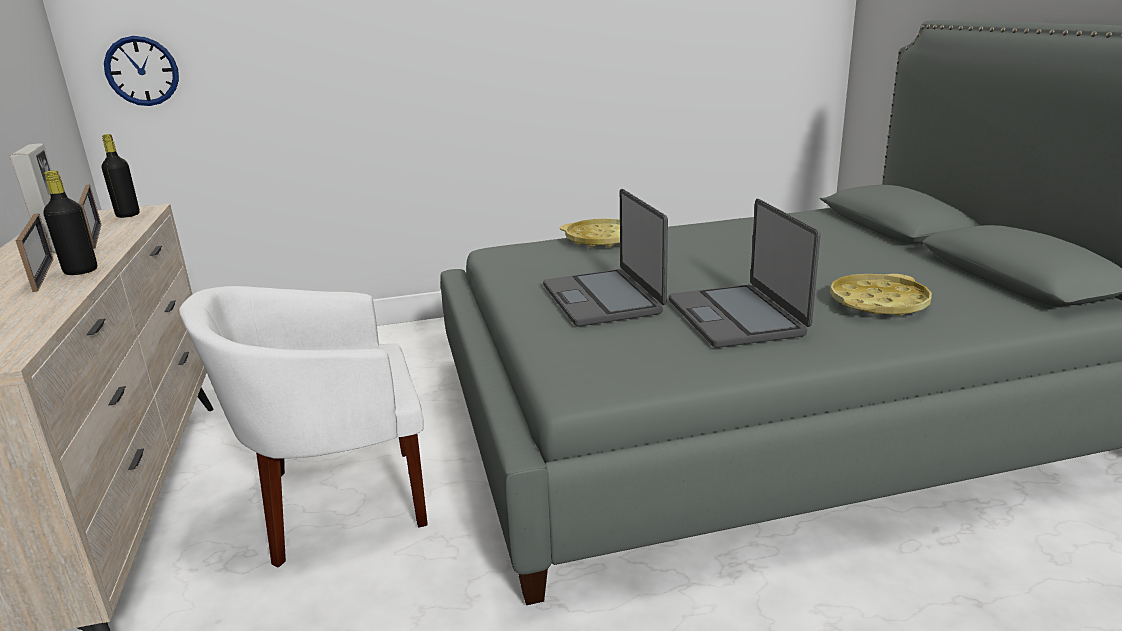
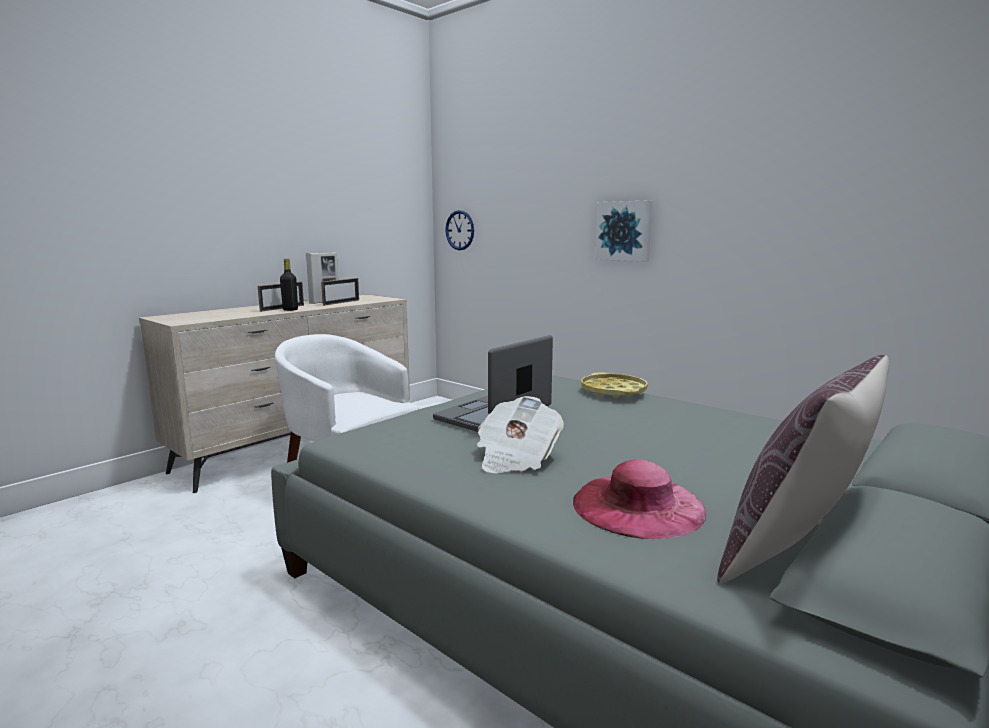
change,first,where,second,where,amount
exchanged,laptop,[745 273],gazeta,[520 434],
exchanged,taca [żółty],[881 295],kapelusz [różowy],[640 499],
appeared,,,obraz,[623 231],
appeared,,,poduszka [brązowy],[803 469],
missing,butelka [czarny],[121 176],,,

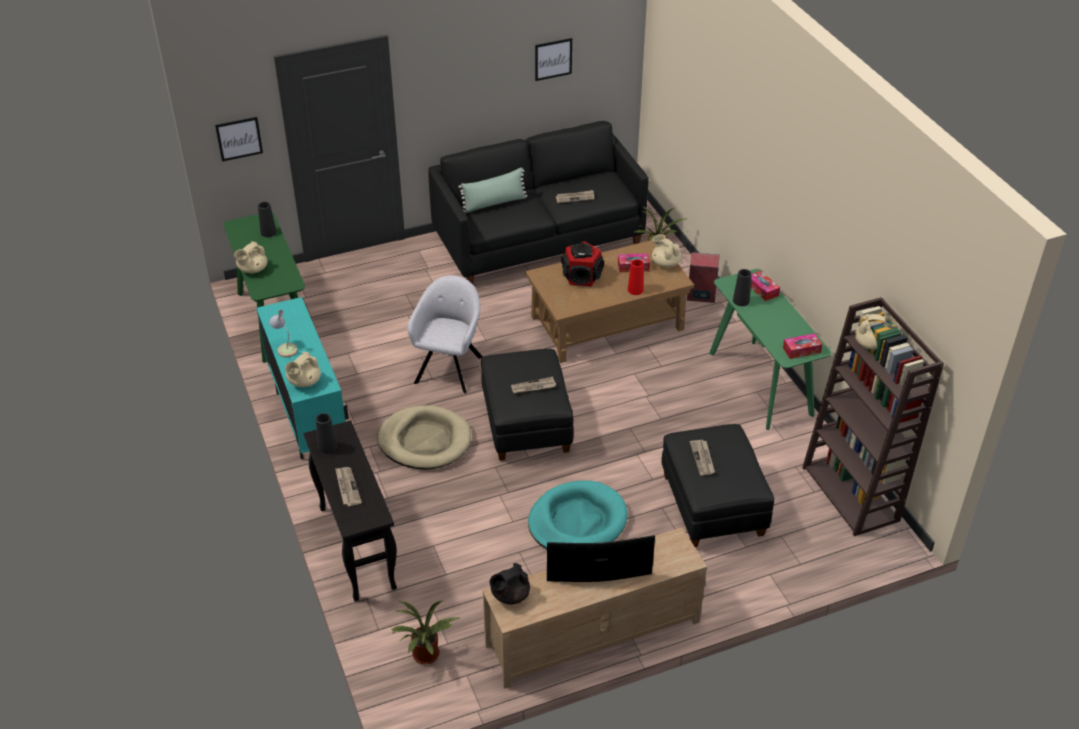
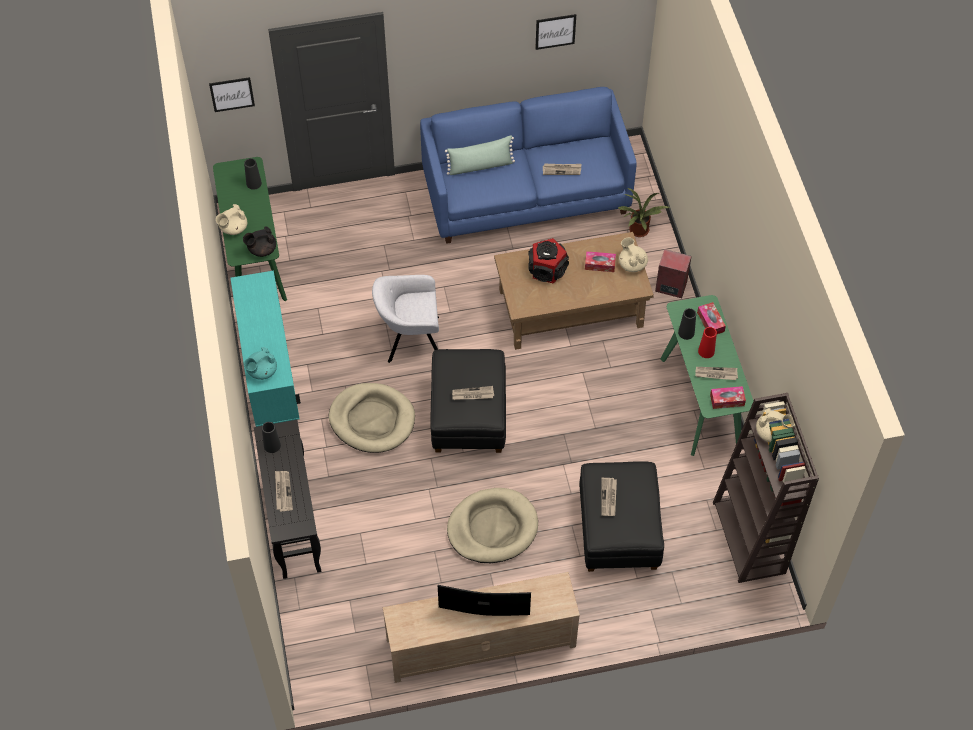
change,first,where,second,where,amount
relocated,imbryk [czarny],[509 584],,[259 241],
colour,imbryk [beżowy],[303 369],imbryk [turkusowy],[260 363],
spun,fotel [szary],[445 334],,[405 319],120 degrees counterclockwise
colour,kanapa [czarny],[538 203],kanapa [niebieski],[528 165],
colour,legowisko [turkusowy],[578 515],legowisko [beżowy],[492 525],
appeared,,,gazeta,[716 373],
relocated,wazon [czerwony],[636 277],,[707 342],
missing,lampa stołowa,[283 333],,,
missing,roślina doniczkowa,[424 632],,,

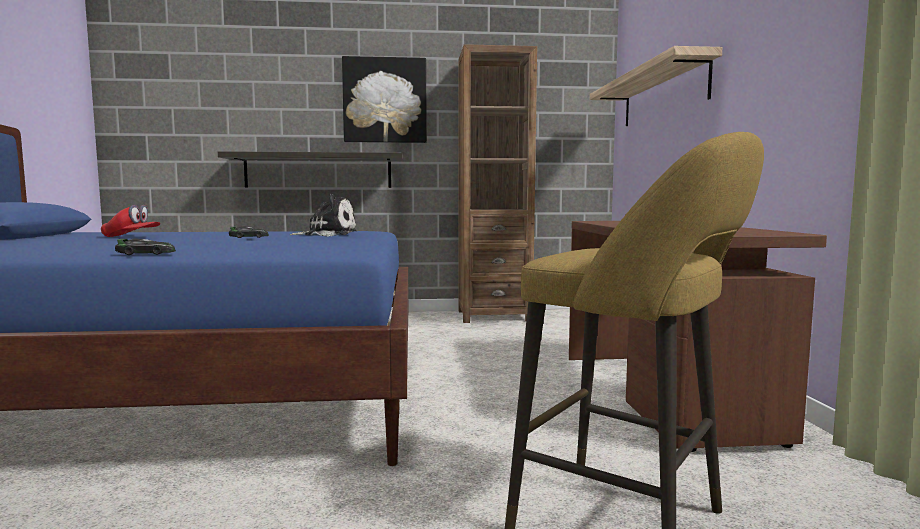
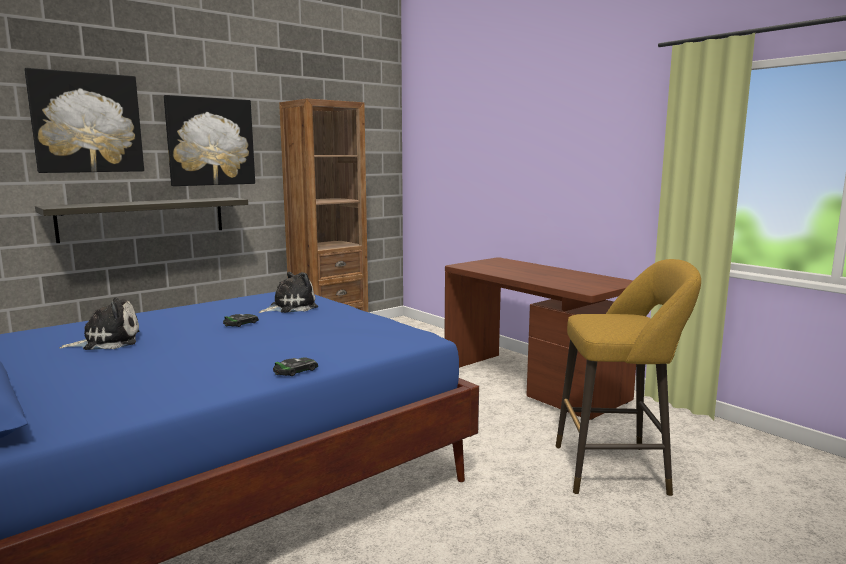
change,first,where,second,where,amount
appeared,,,obraz,[84 120],
exchanged,czapka z daszkiem [czerwony],[130 221],pluszak,[99 323],
missing,półka,[656 86],,,

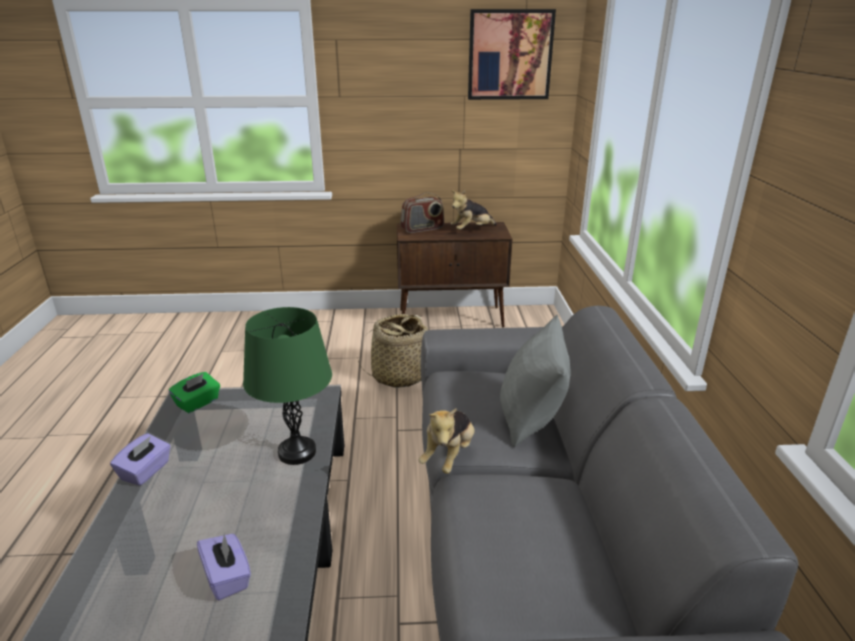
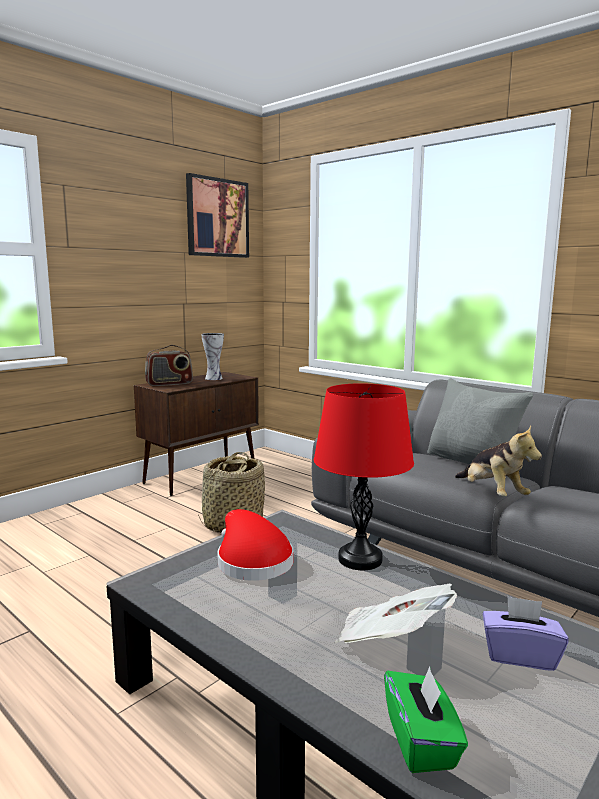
change,first,where,second,where,amount
spun,radio,[422 212],,[169 365],45 degrees clockwise
exchanged,pluszak,[474 210],wazon,[213 356],
appeared,,,kapelusz [czerwony],[255 545],
colour,lampa stołowa [zielony],[287 386],lampa stołowa [czerwony],[364 476],
appeared,,,gazeta,[395 613],
relocated,pudełko chusteczek [zielony],[194 392],,[426 719],
missing,pudełko chusteczek [fioletowy],[140 459],,,

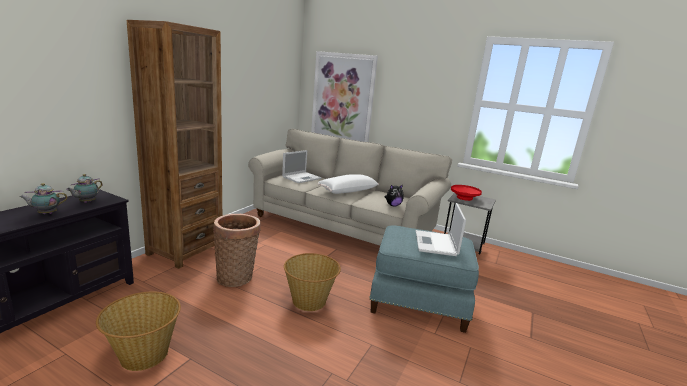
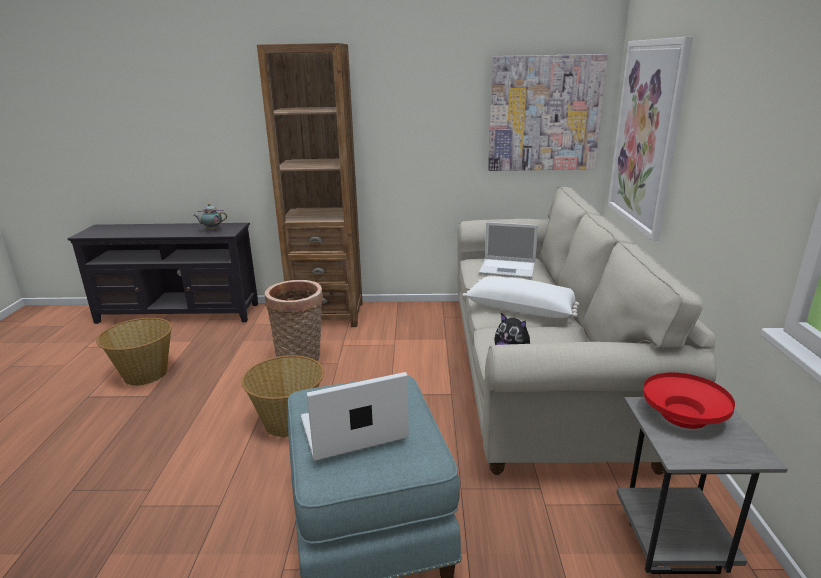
change,first,where,second,where,amount
appeared,,,obraz,[548 112],
missing,imbryk,[44 198],,,

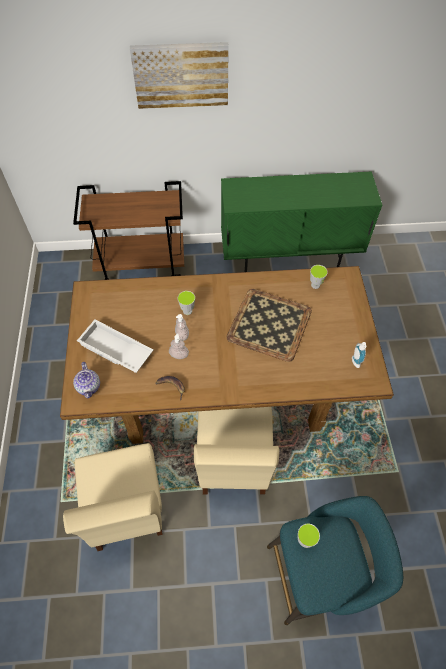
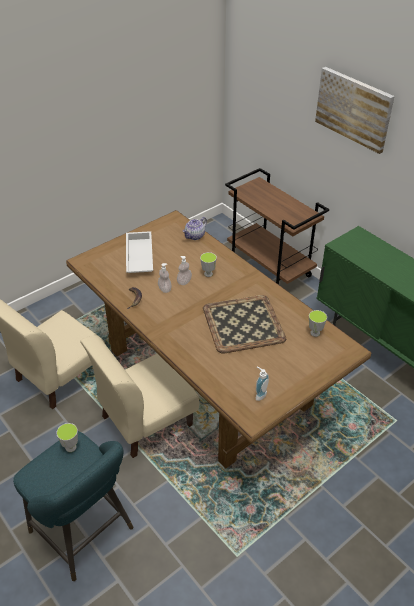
change,first,where,second,where,amount
relocated,imbryk,[86 380],,[194 228],

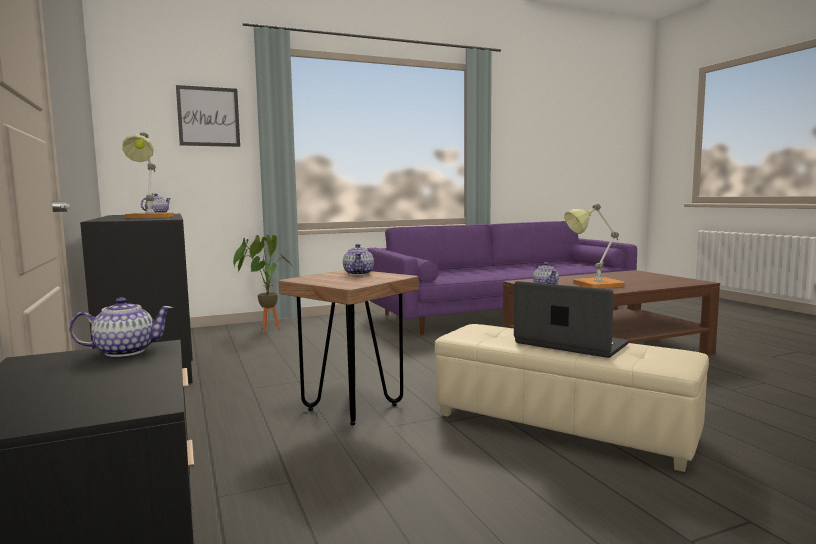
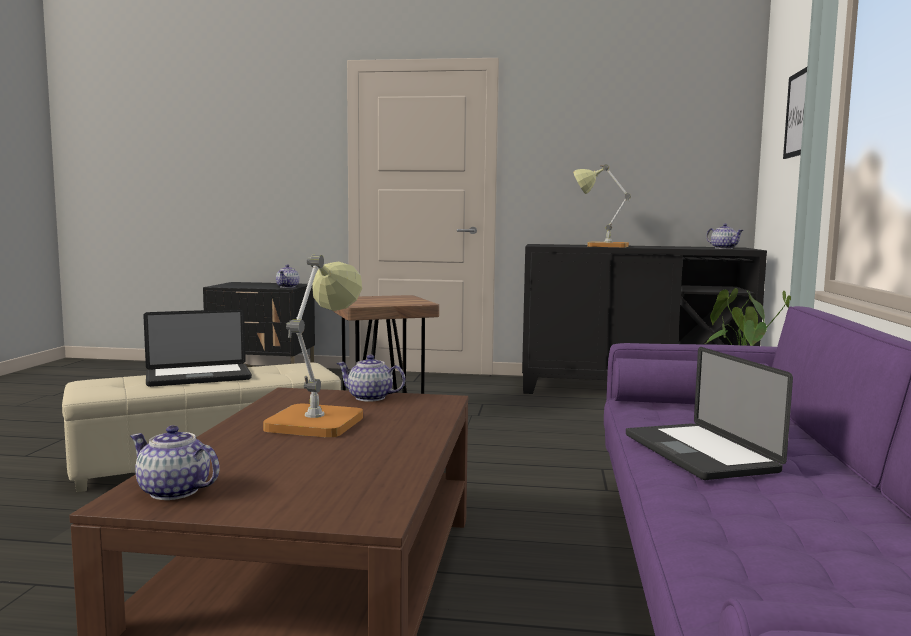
change,first,where,second,where,amount
relocated,imbryk,[358 259],,[175 463],
appeared,,,laptop,[709 413],

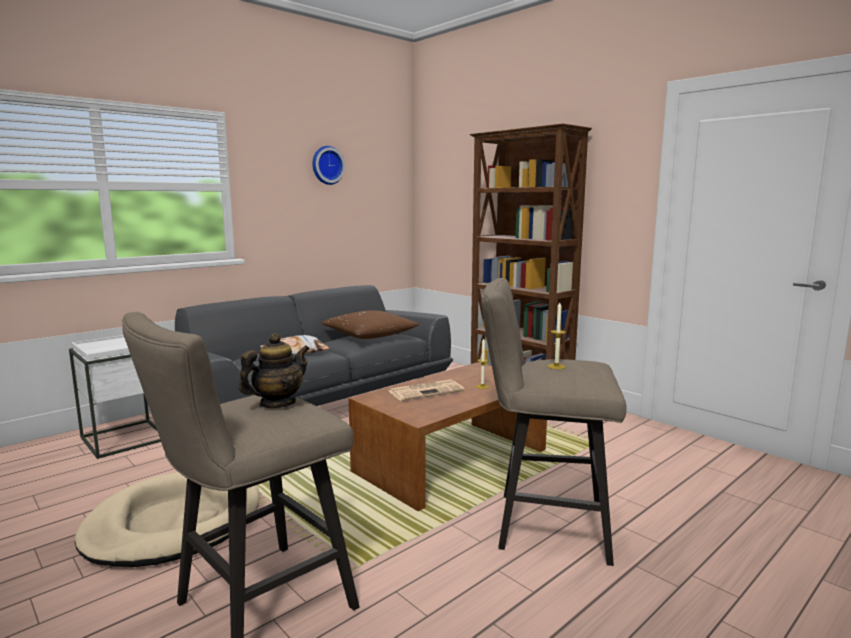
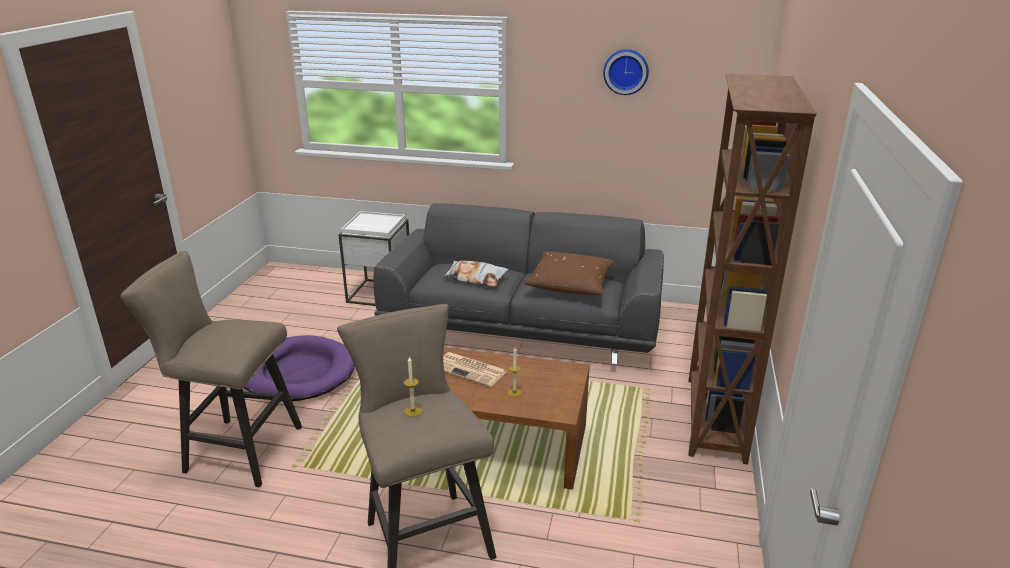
change,first,where,second,where,amount
colour,legowisko [beżowy],[167 519],legowisko [fioletowy],[299 368],
missing,imbryk,[274 370],,,

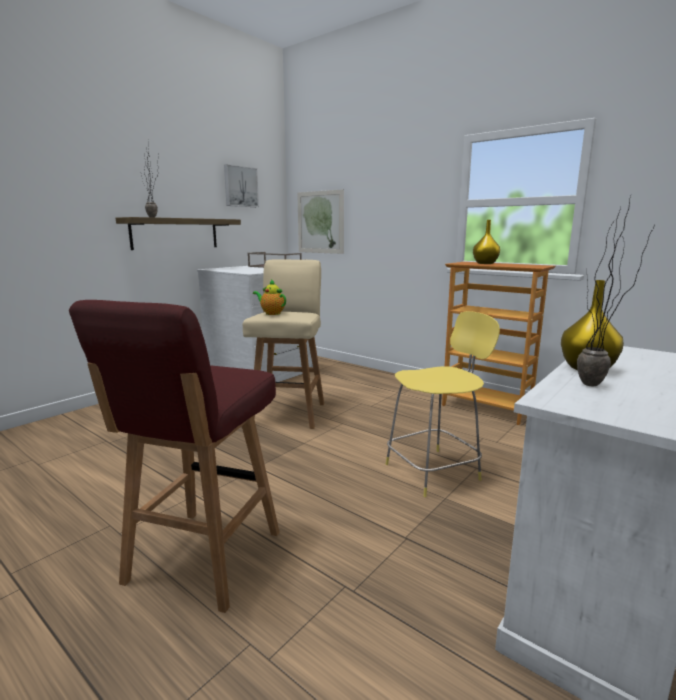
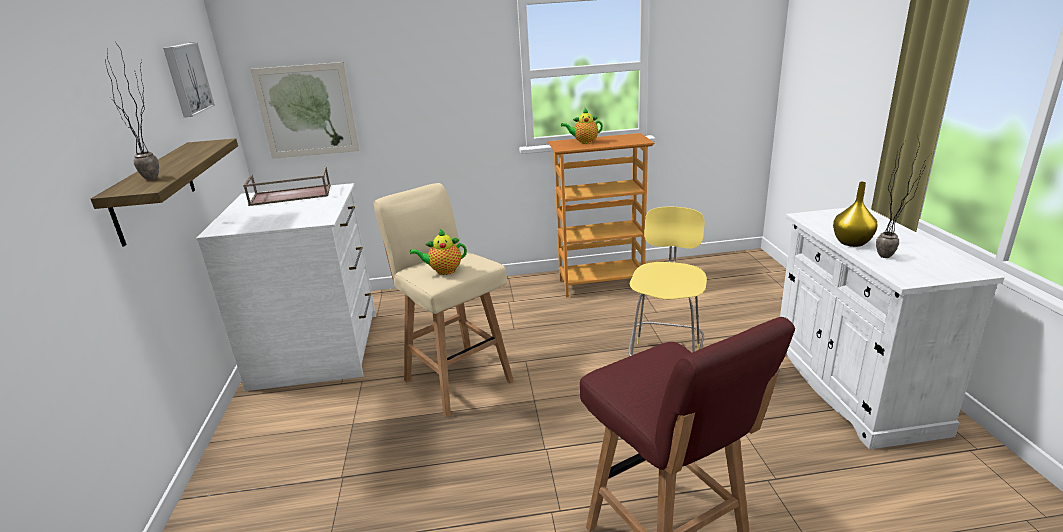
change,first,where,second,where,amount
exchanged,wazon [żółty],[486 242],imbryk,[582 126],

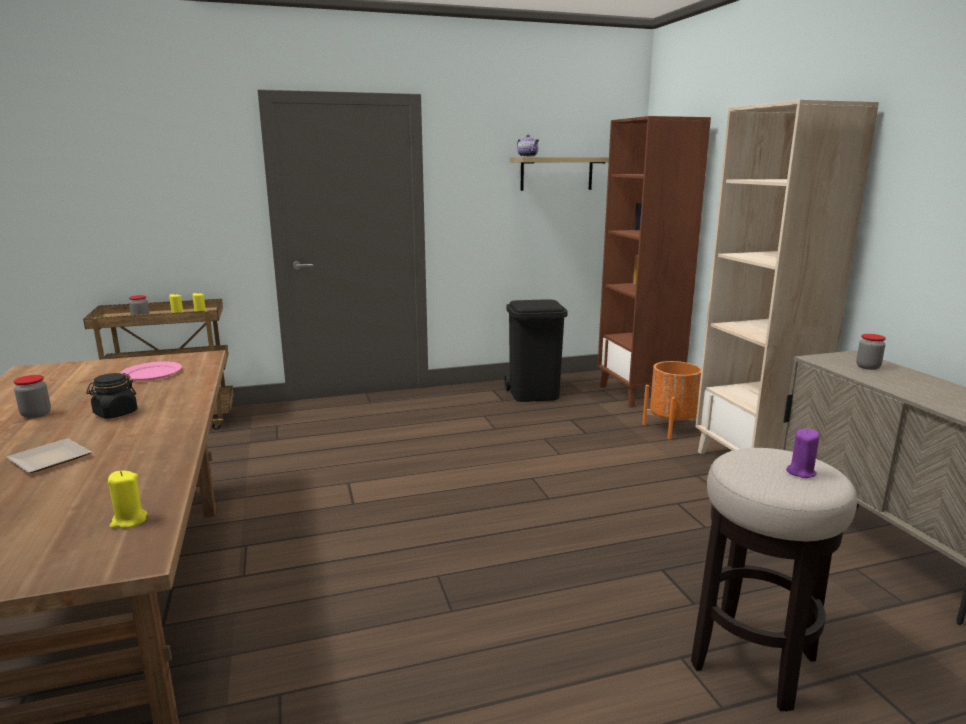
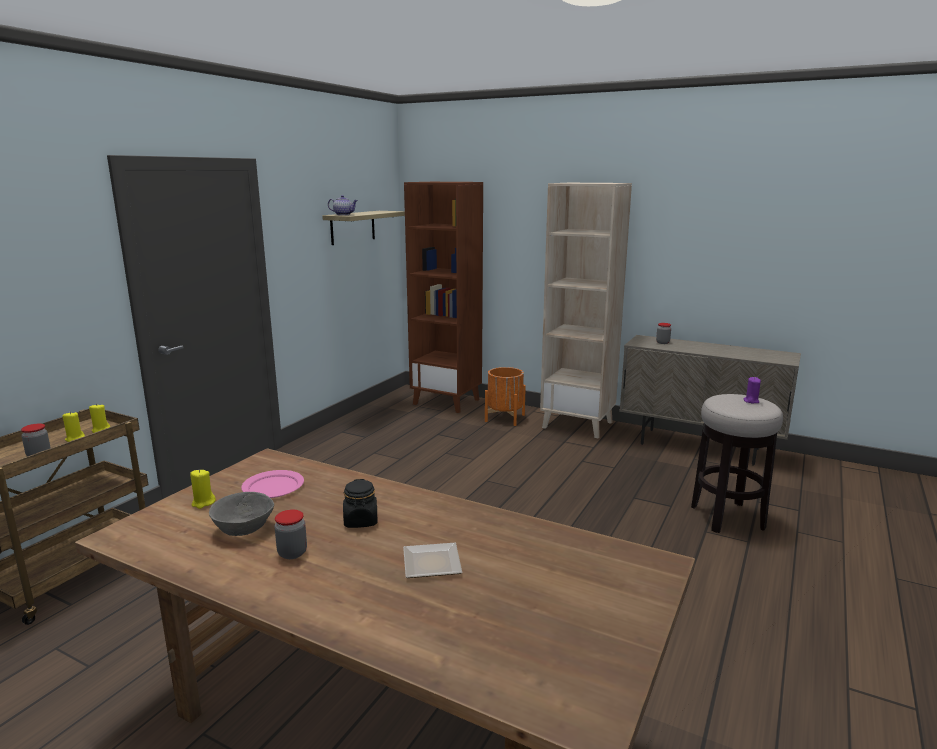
change,first,where,second,where,amount
relocated,świeca [żółty],[128 499],,[203 489],
appeared,,,miska [szary],[241 514],
missing,kosz na śmieci [czarny],[536 350],,,

